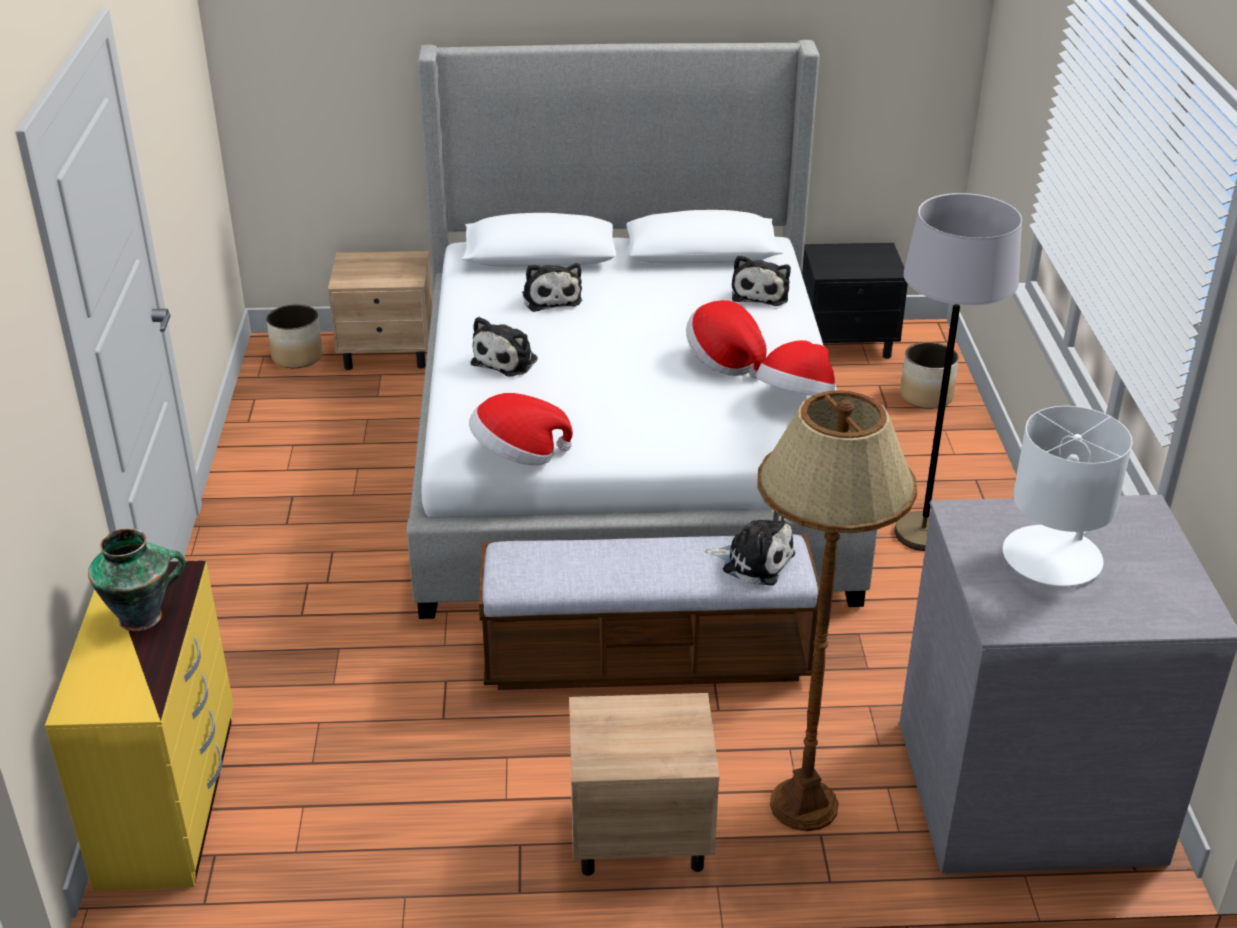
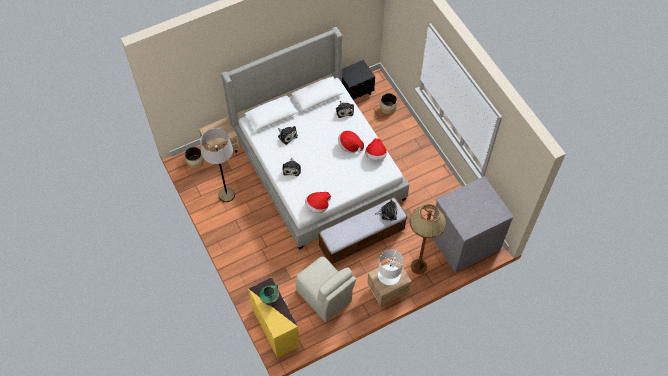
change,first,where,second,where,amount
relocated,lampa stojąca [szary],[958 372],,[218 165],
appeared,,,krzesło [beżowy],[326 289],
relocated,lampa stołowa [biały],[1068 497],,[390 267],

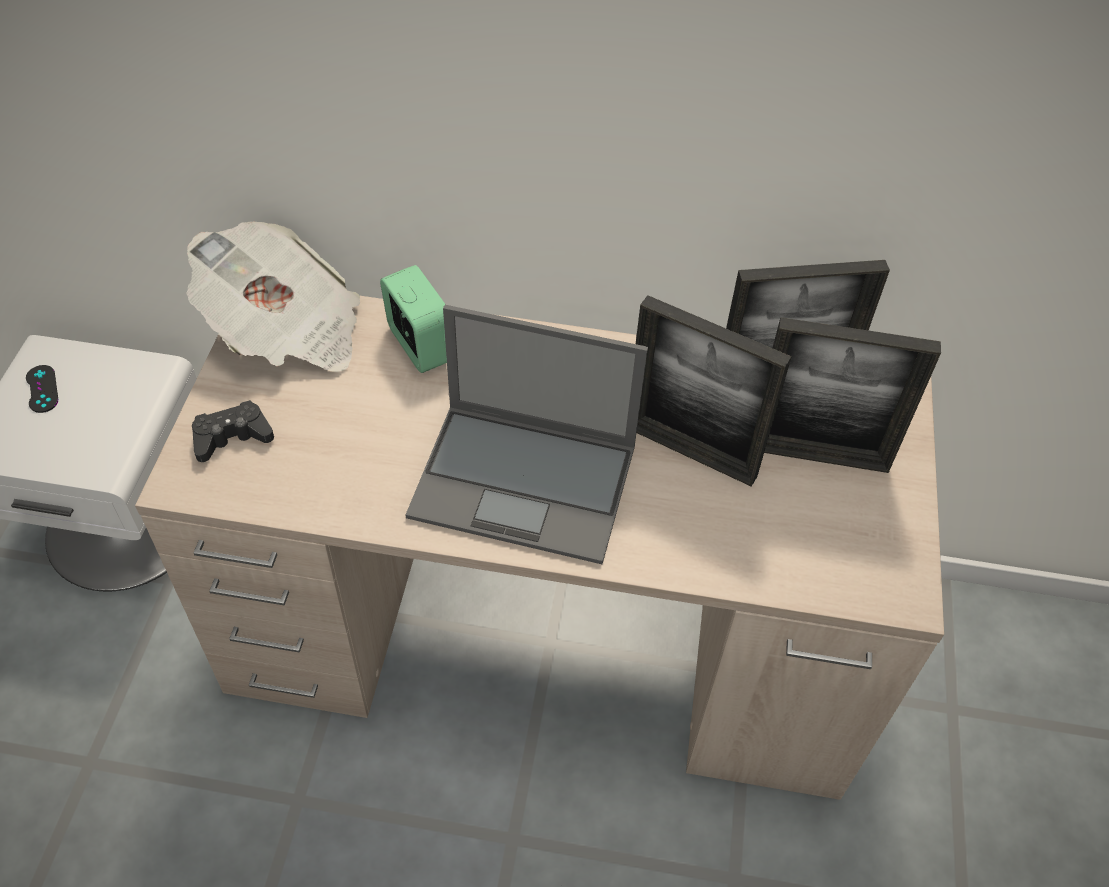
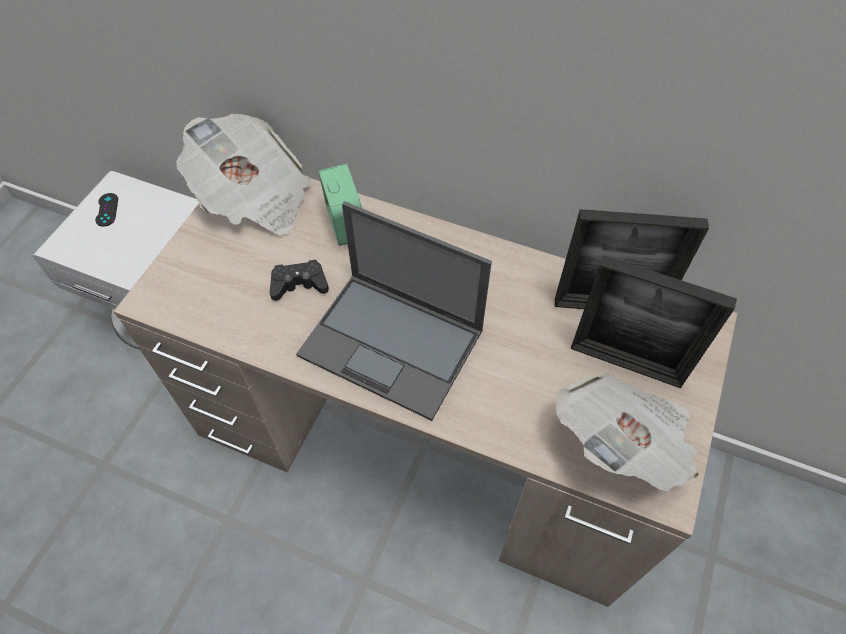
change,first,where,second,where,amount
relocated,pad do gier [czarny],[233 431],,[299 280],
appeared,,,gazeta,[627 431],
missing,ramka na zdjęcie,[714 391],,,

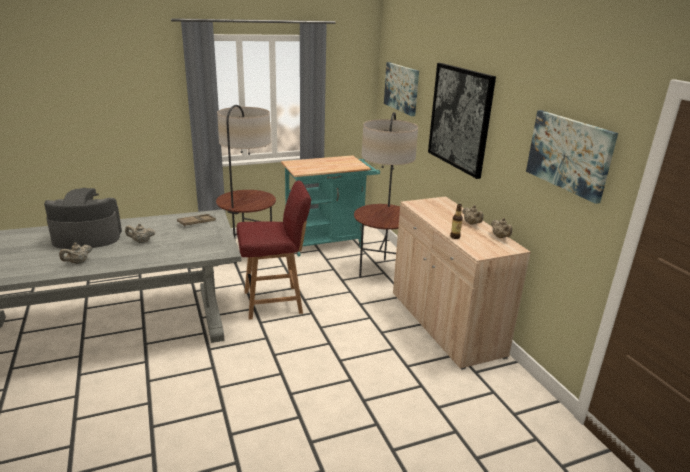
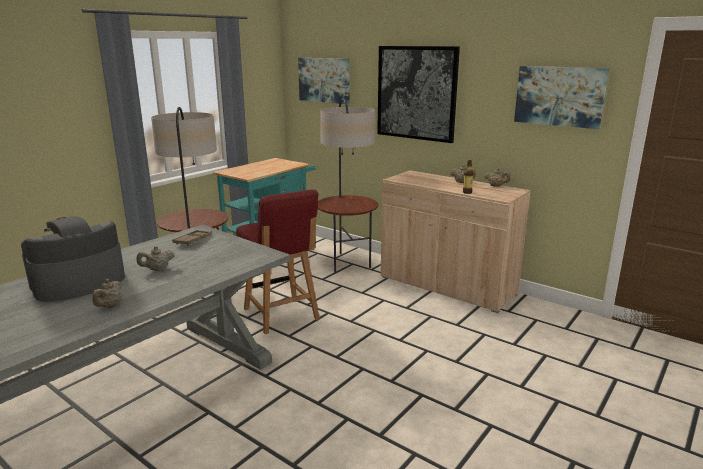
change,first,where,second,where,amount
spun,krzesło [czerwony],[274 250],,[278 261],105 degrees clockwise

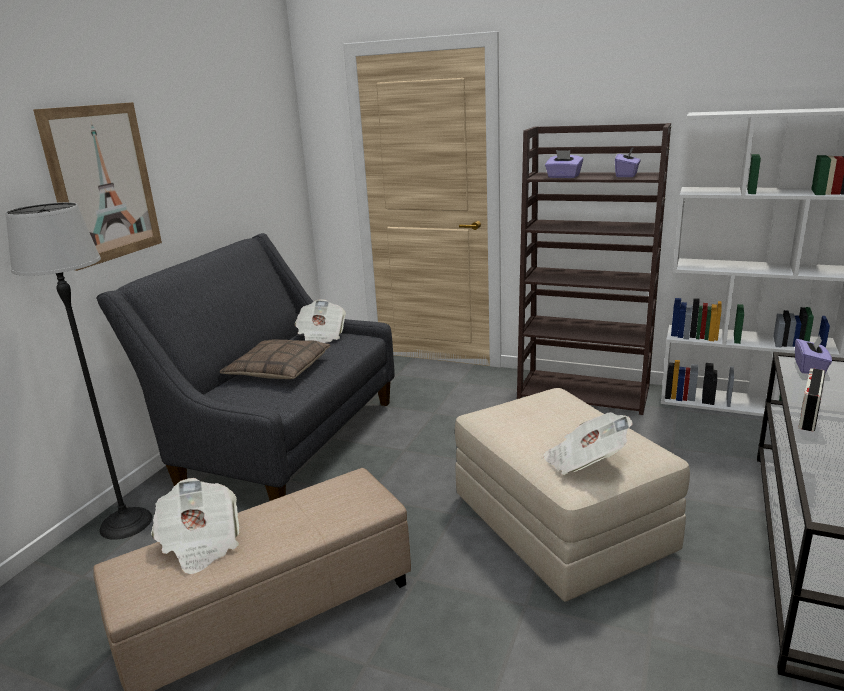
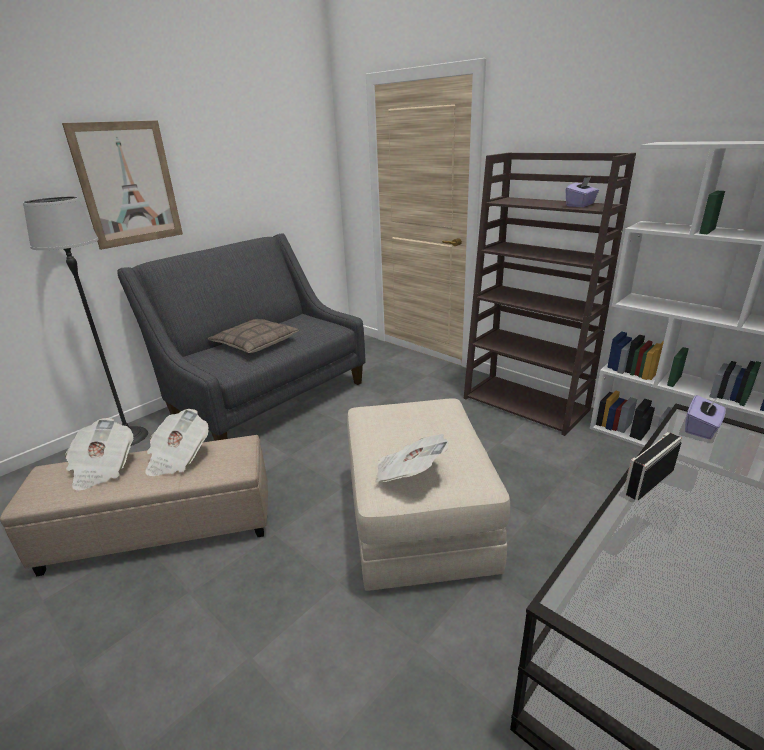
change,first,where,second,where,amount
relocated,gazeta,[320 321],,[177 442],
missing,pudełko chusteczek [fioletowy],[564 164],,,

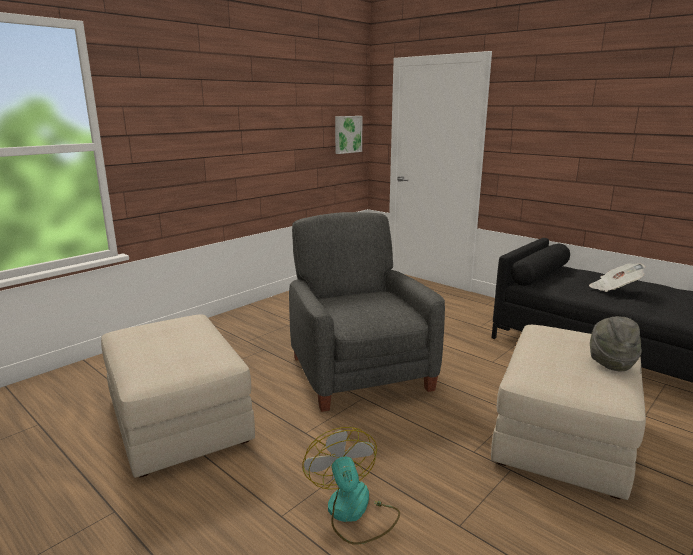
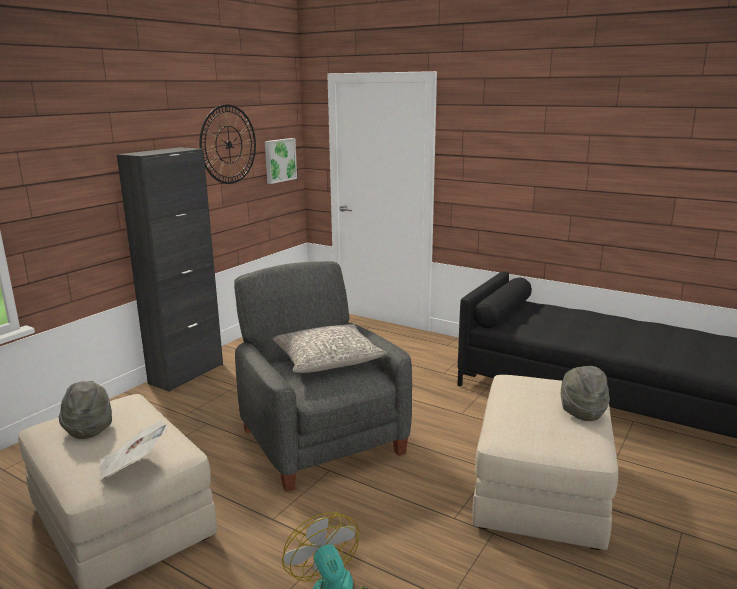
change,first,where,second,where,amount
appeared,,,kapelusz [szary],[85 410],
relocated,gazeta,[617 277],,[133 450],
appeared,,,szafka [czarny],[170 269],
appeared,,,zegar ścienny,[228 144],
appeared,,,poduszka [szary],[330 348],

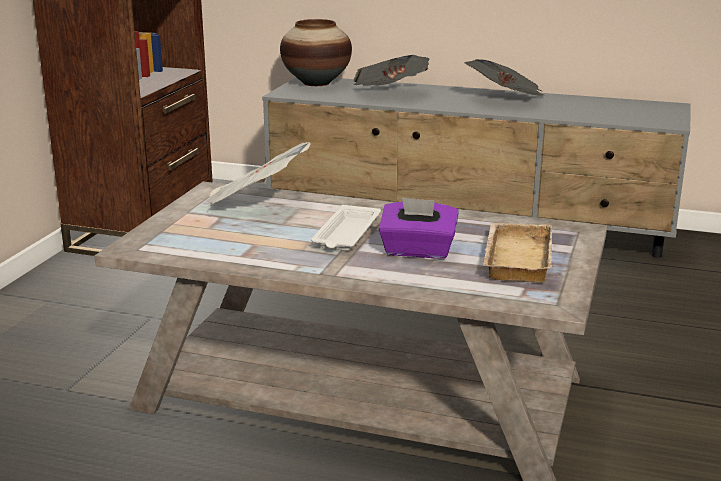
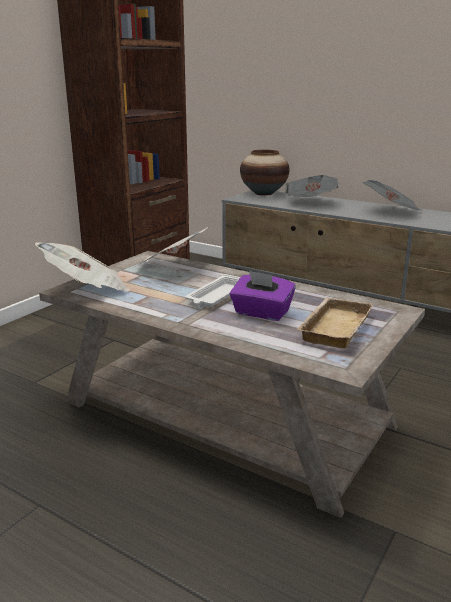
change,first,where,second,where,amount
appeared,,,gazeta,[82 266],

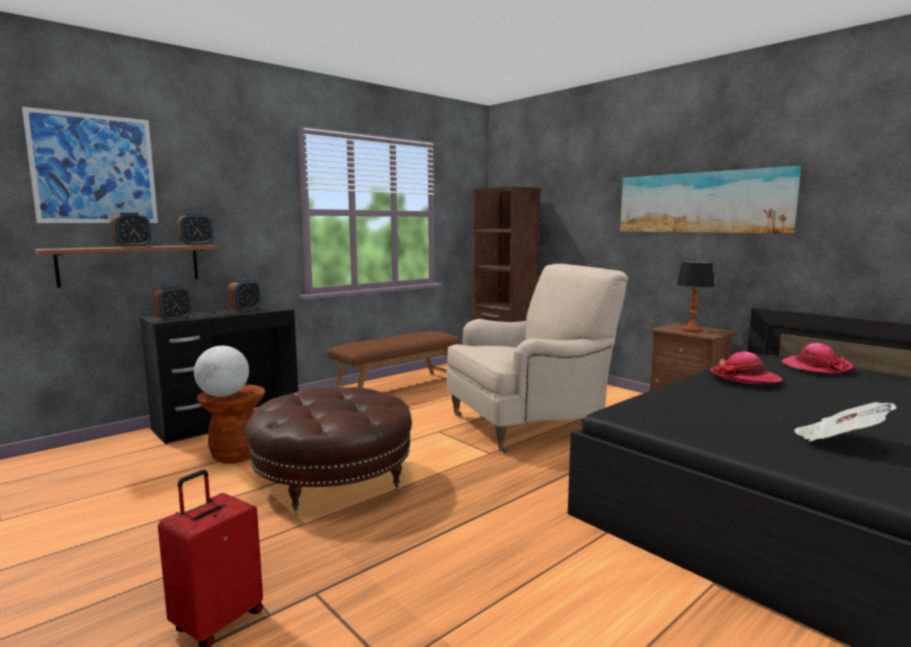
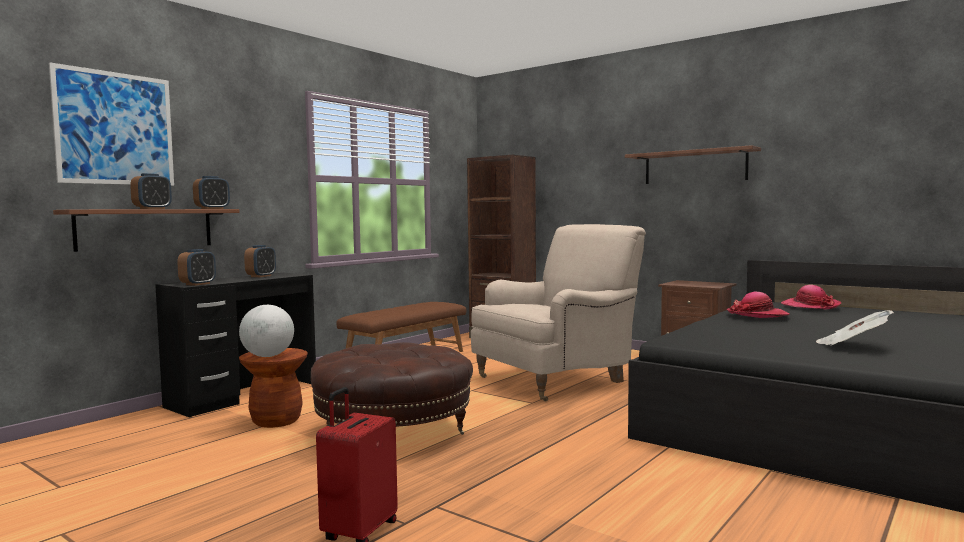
change,first,where,second,where,amount
exchanged,obraz,[710 200],półka [brązowy],[693 164],
missing,lampa stołowa,[695 296],,,

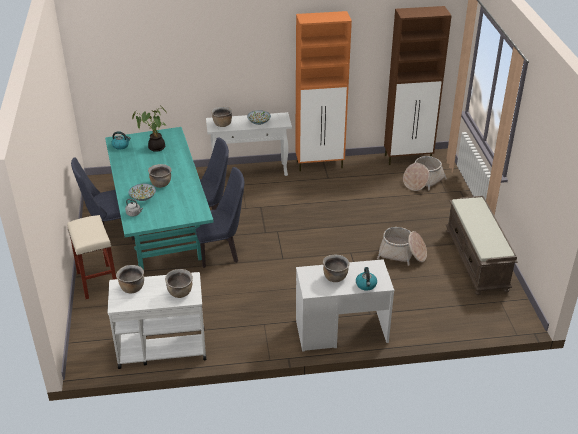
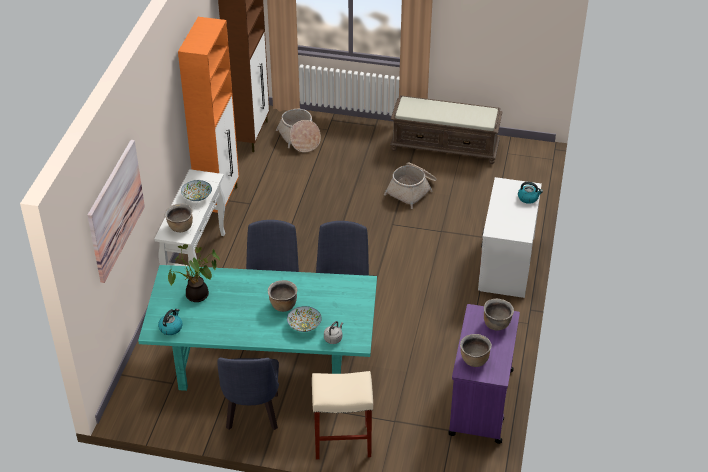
change,first,where,second,where,amount
appeared,,,obraz,[116 211],
colour,wózek [biały],[156 320],wózek [fioletowy],[484 374],
missing,garnek [brązowy],[336 268],,,

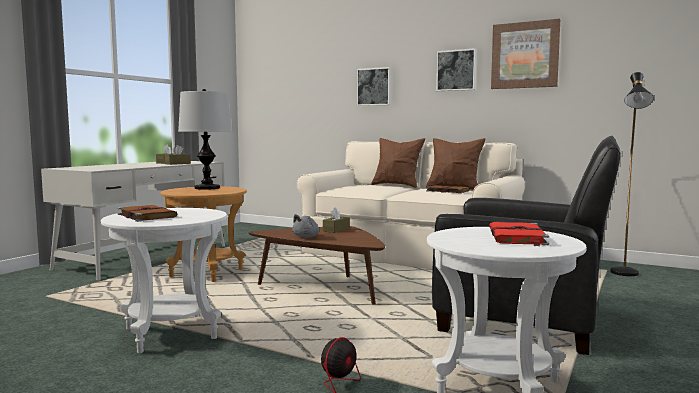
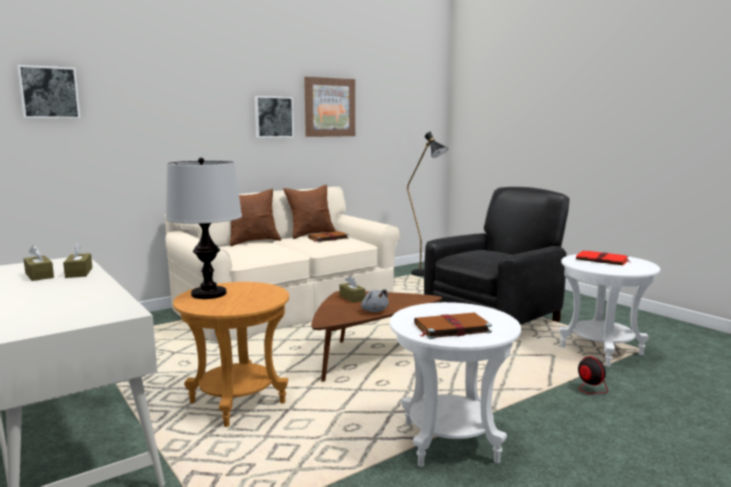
change,first,where,second,where,amount
relocated,obraz,[374 86],,[48 91],

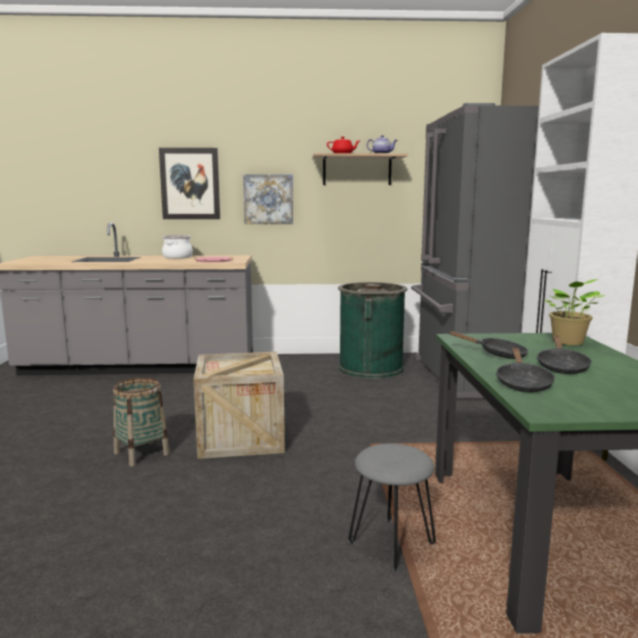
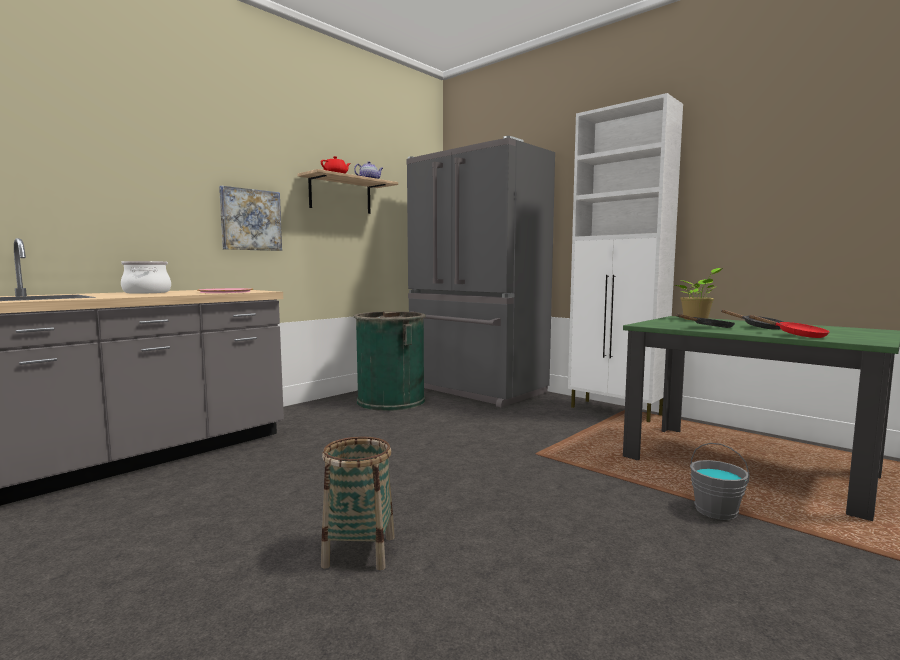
change,first,where,second,where,amount
exchanged,stołek [szary],[392 508],wiadro [szary],[720 481],
colour,patelnia [czarny],[525 369],patelnia [czerwony],[788 326],
missing,obraz,[189 183],,,
missing,skrzynka,[239 405],,,

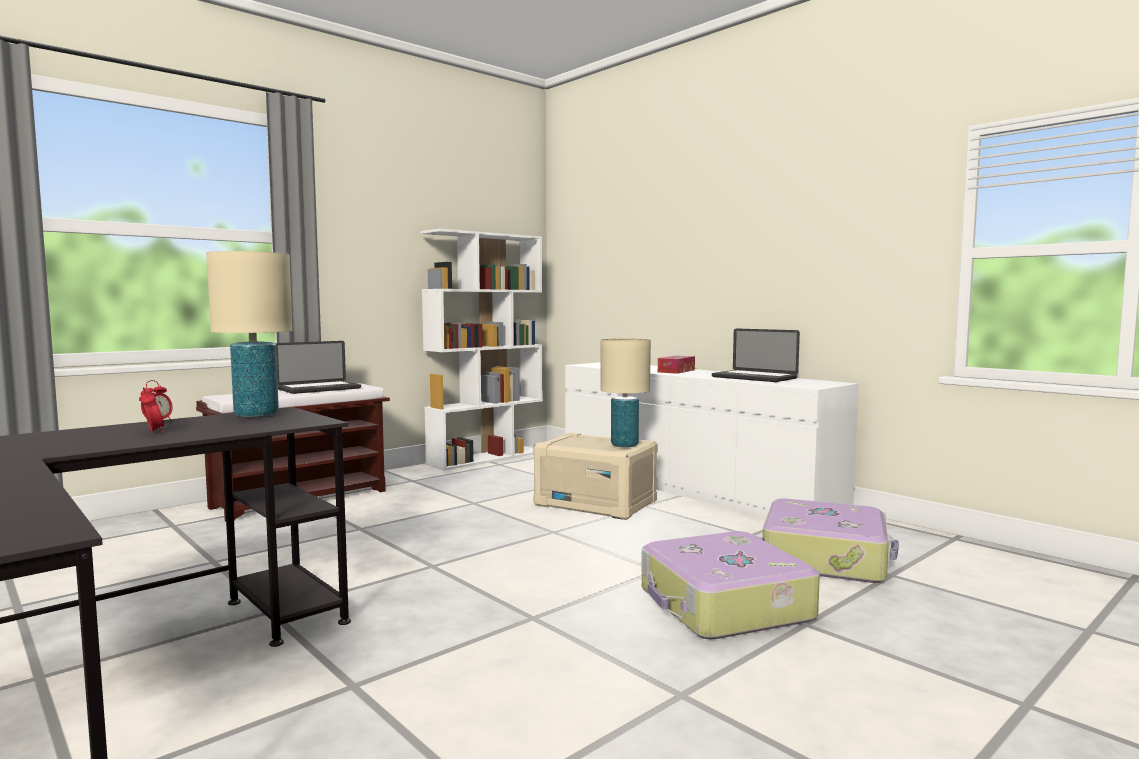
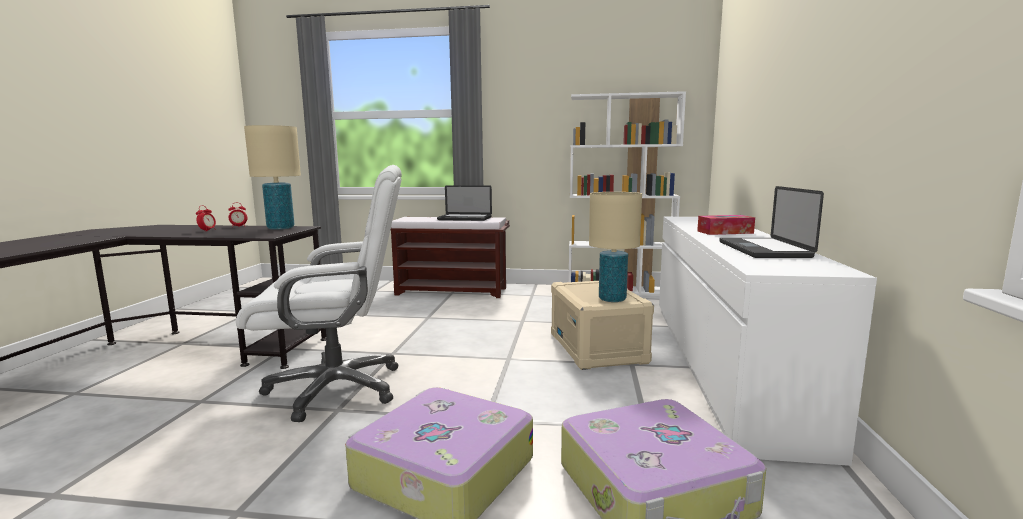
change,first,where,second,where,amount
appeared,,,krzesło biurowe [biały],[319 293],

